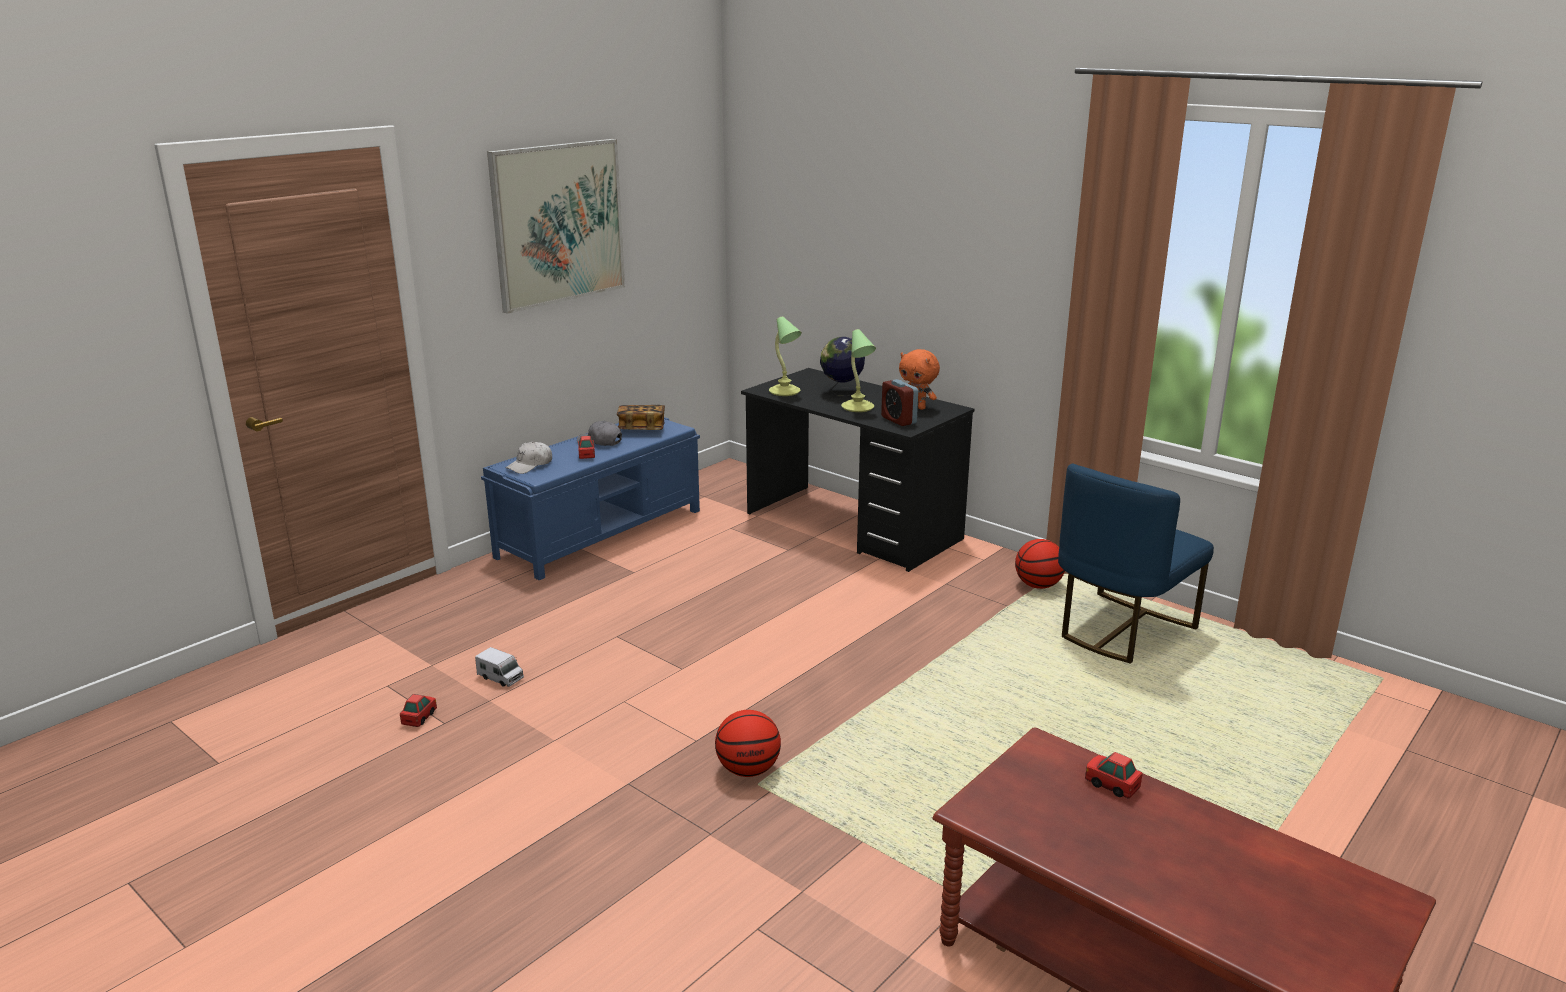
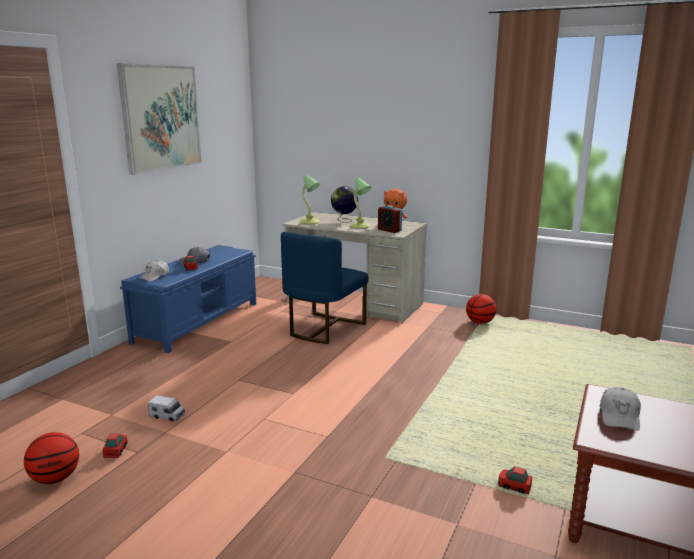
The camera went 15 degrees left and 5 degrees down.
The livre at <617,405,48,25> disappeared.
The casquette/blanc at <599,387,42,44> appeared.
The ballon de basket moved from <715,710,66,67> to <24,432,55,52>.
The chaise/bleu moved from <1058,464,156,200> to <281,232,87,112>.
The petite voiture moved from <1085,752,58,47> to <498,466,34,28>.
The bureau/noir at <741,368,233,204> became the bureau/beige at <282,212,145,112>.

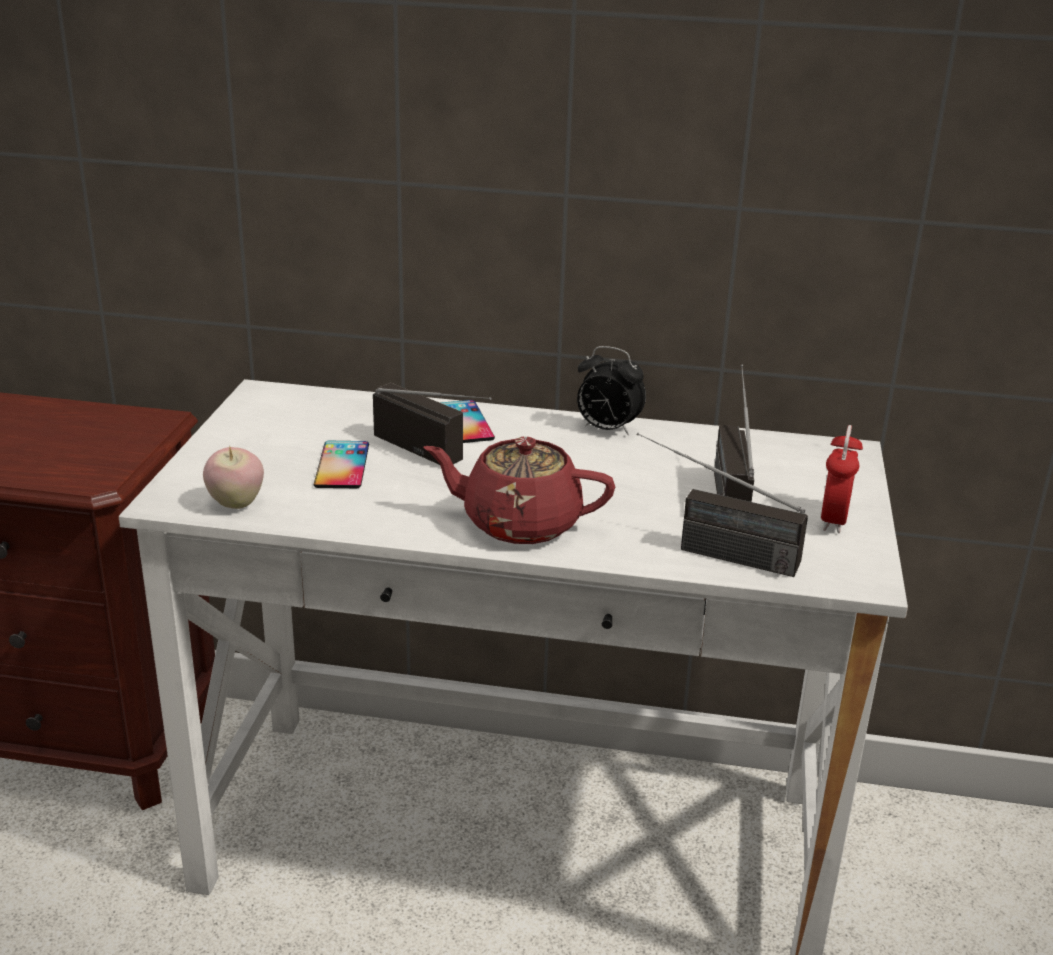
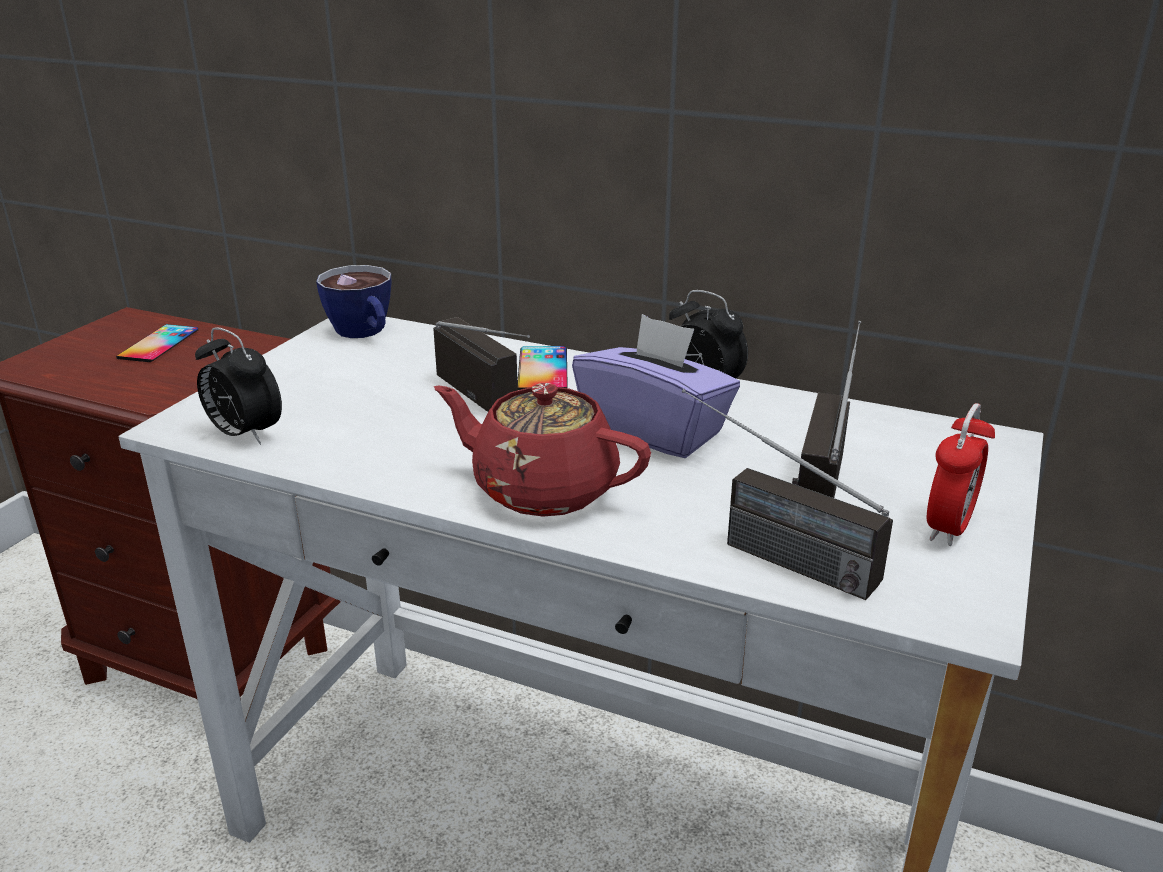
The camera went 15 degrees right and 0 degrees up.
The tasse at <316,265,75,73> appeared.
The boîte à mouchoirs/violet at <572,314,168,144> appeared.
The téléphone moved from <314,441,55,47> to <116,324,82,38>.
The pomme at <203,447,61,62> was replaced by the réveil at <195,327,87,118>.

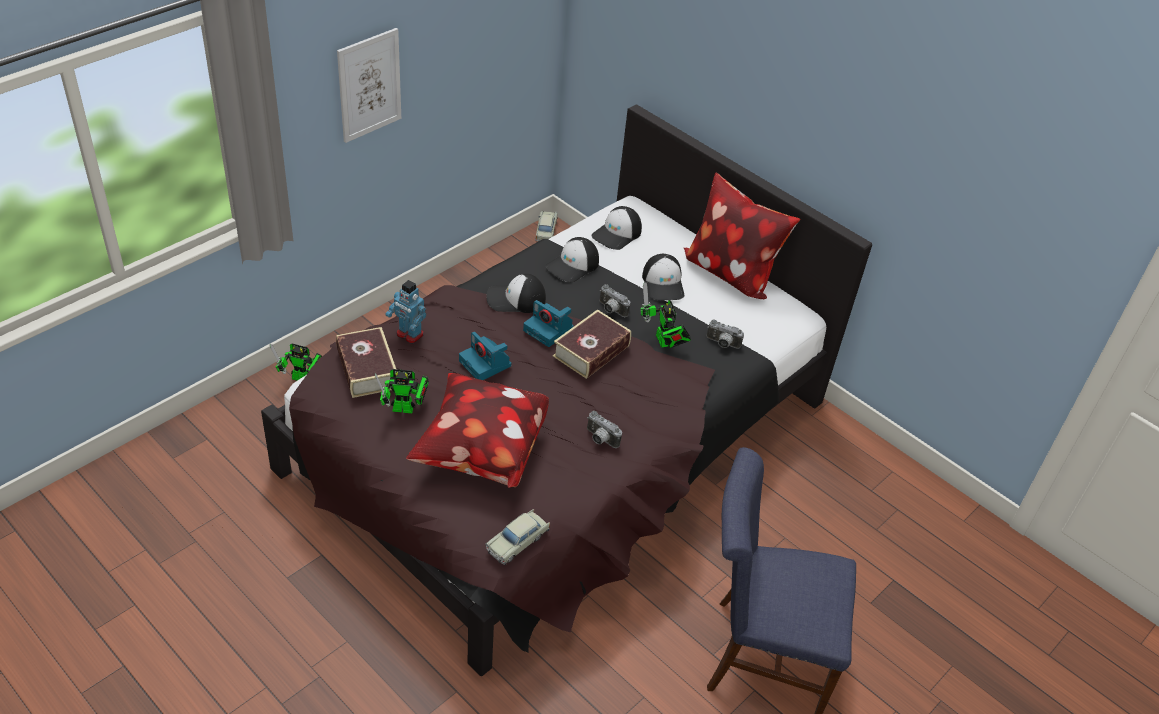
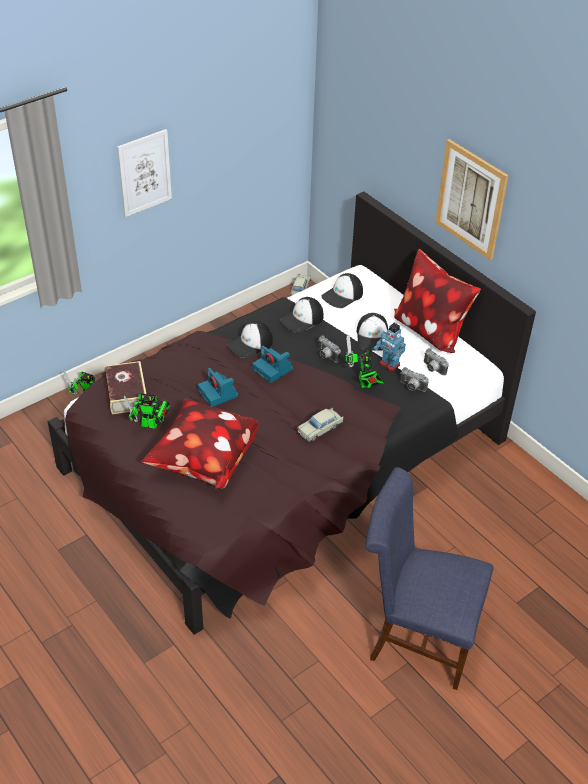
The camera went 10 degrees right and 0 degrees up.
The livre at <553,309,78,70> disappeared.
The tableau at <435,139,73,121> appeared.
The robot jouet moved from <385,280,41,63> to <374,323,32,48>.
The petite voiture/beige moved from <485,509,65,56> to <297,408,47,34>.
The appareil photo moved from <587,411,35,37> to <424,348,25,28>.
The casquette at <486,274,60,39> turned 45 degrees counterclockwise.

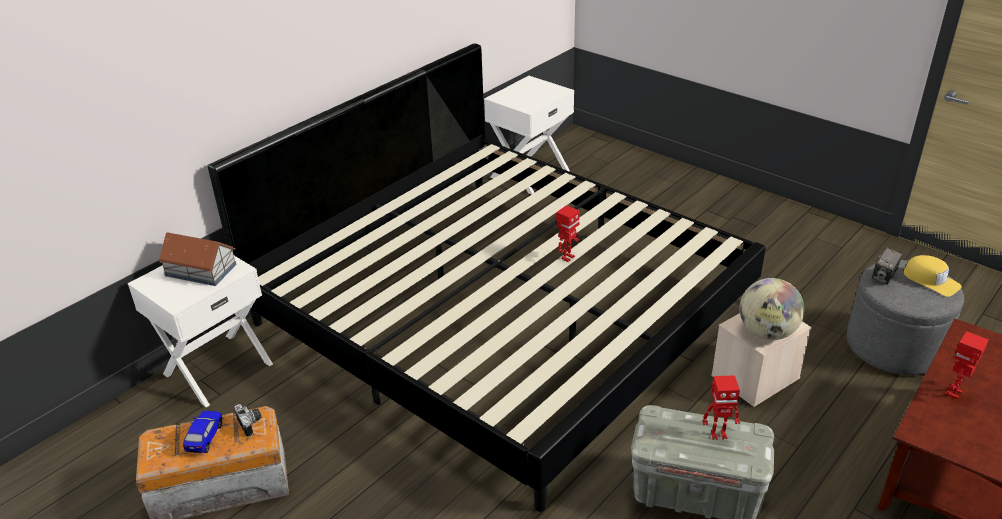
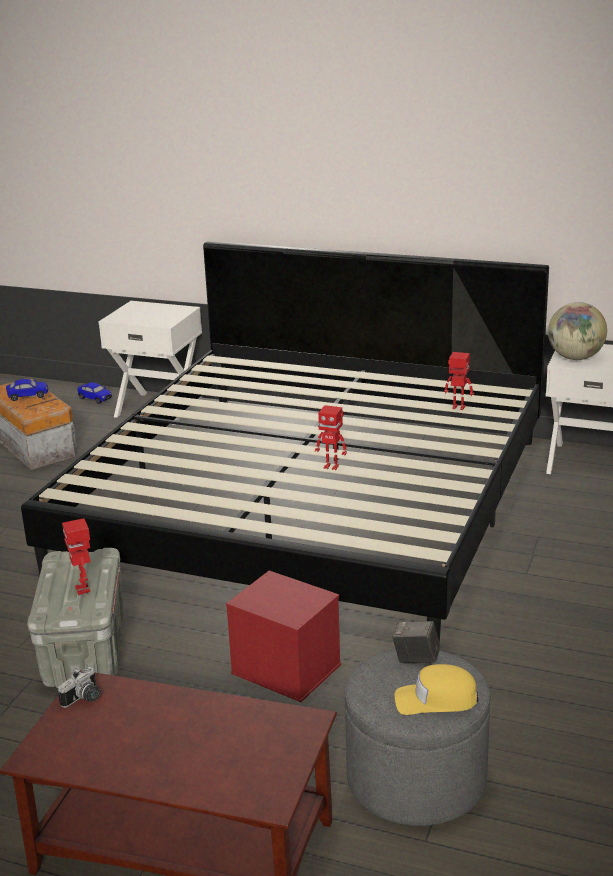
The camera went 70 degrees right and 10 degrees down.
The maison miniature at <158,232,79,54> disappeared.
The petite voiture at <77,382,35,22> appeared.
The appareil photo moved from <235,404,27,33> to <58,667,42,41>.
The globe moved from <740,278,64,62> to <548,302,59,58>.
The robot jouet moved from <945,331,43,68> to <444,352,30,58>.
The boîte de rangement/beige at <711,313,101,94> became the boîte de rangement/rouge at <226,570,115,132>.
The casquette/jaune at <903,255,59,42> turned 60 degrees clockwise.

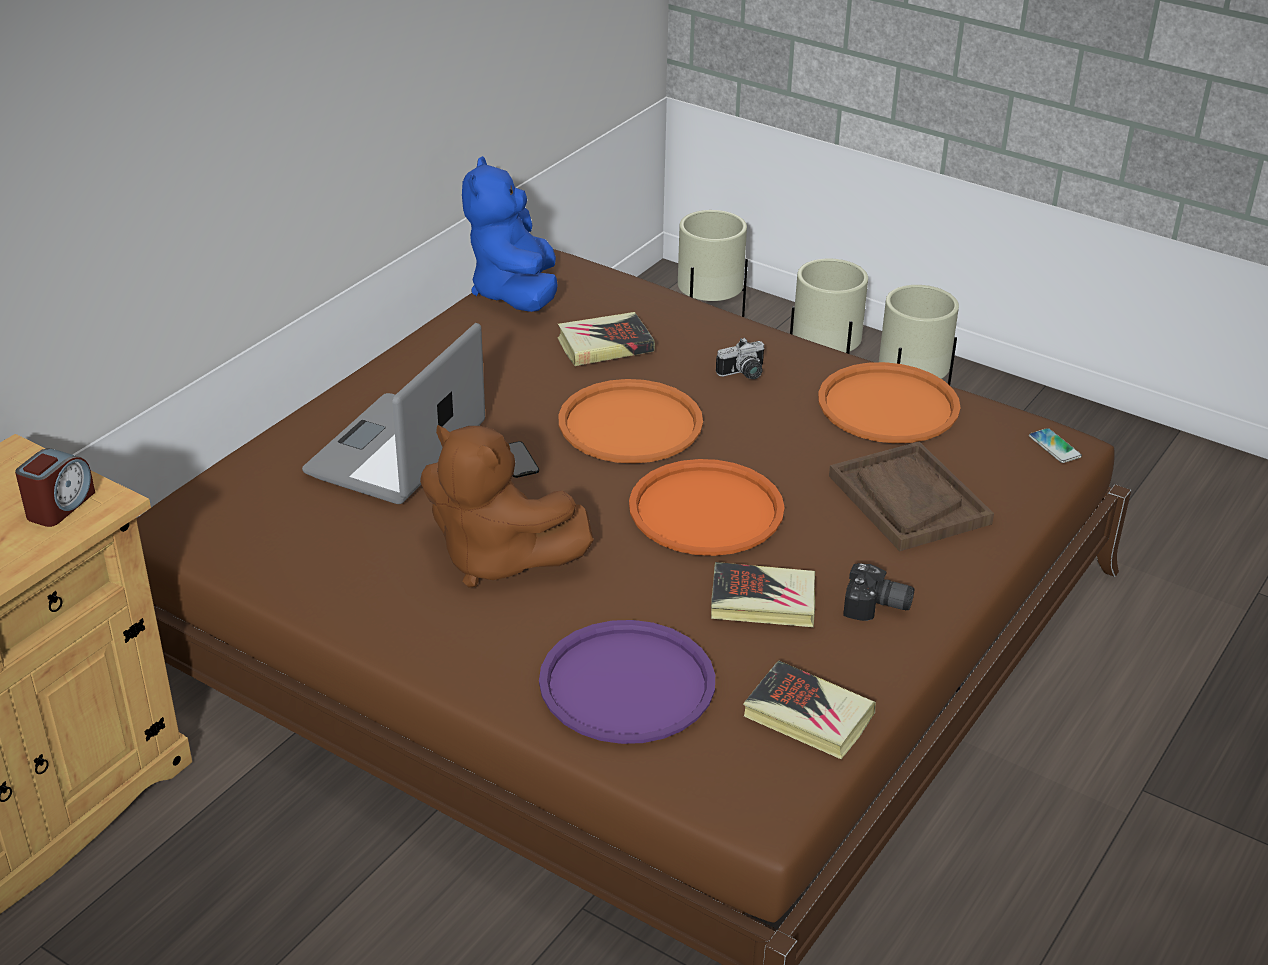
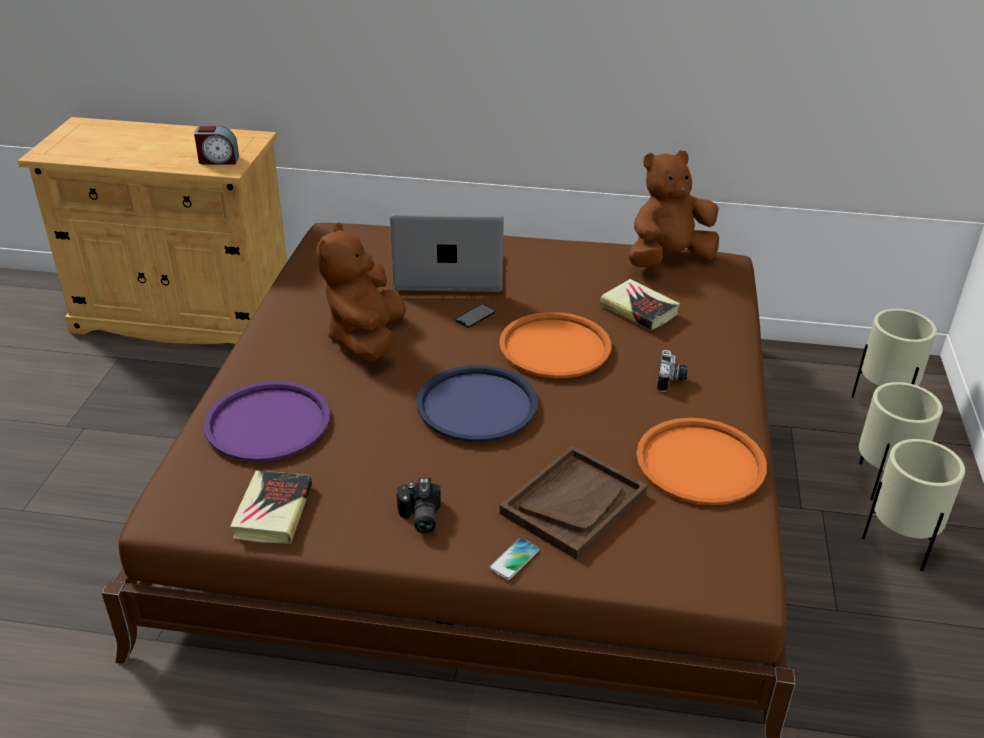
The camera went 65 degrees right and 0 degrees up.
The livre at <711,562,104,65> disappeared.
The téléphone moved from <1029,428,53,35> to <489,538,51,42>.
The peluche/bleu at <462,156,96,156> became the peluche/marron at <629,150,90,117>.
The plateau/orange at <629,459,156,97> became the plateau/bleu at <416,365,122,77>.
The appareil photo at <716,337,49,42> turned 120 degrees counterclockwise.

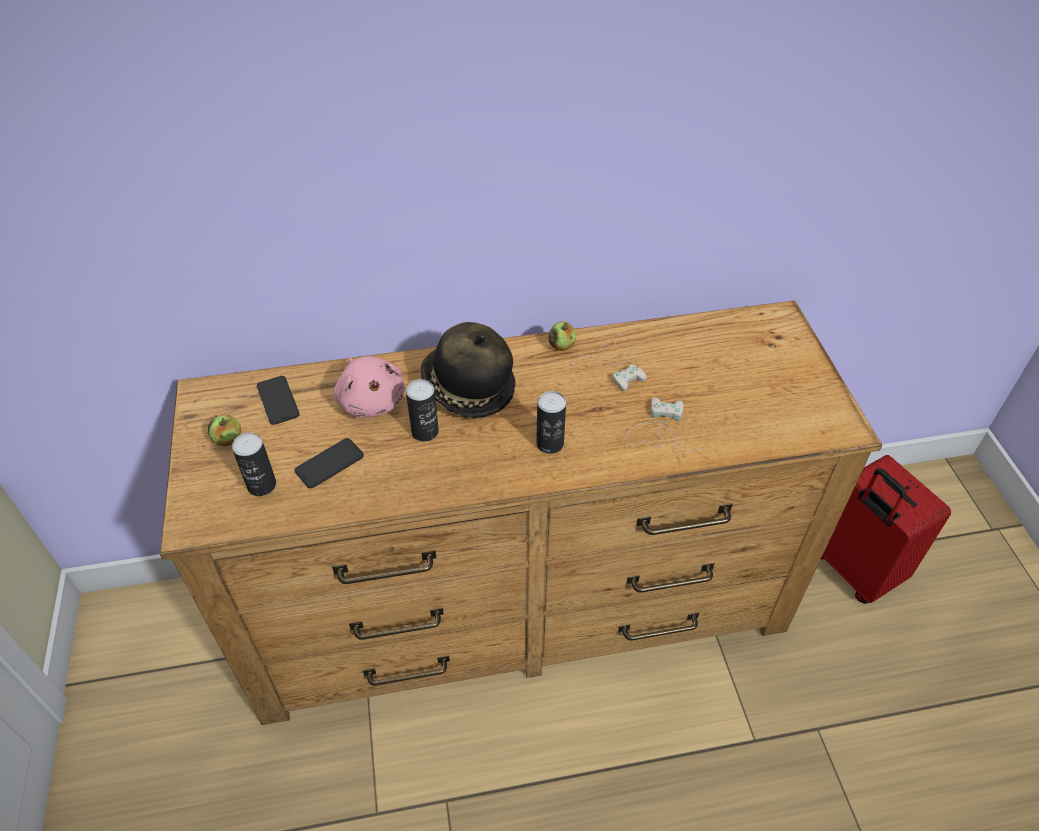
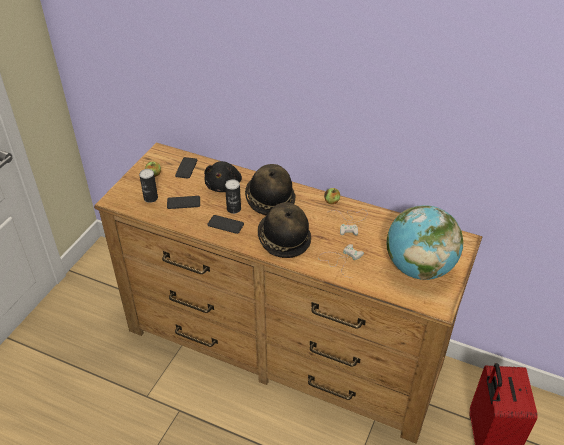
The camera went 35 degrees right and 5 degrees down.
The téléphone at <208,215,36,19> appeared.
The globe at <387,205,77,75> appeared.
The boîte métallique at <536,391,30,63> was replaced by the chapeau at <258,203,53,55>.
The peluche/rose at <334,356,71,62> became the peluche/noir at <204,161,38,31>.

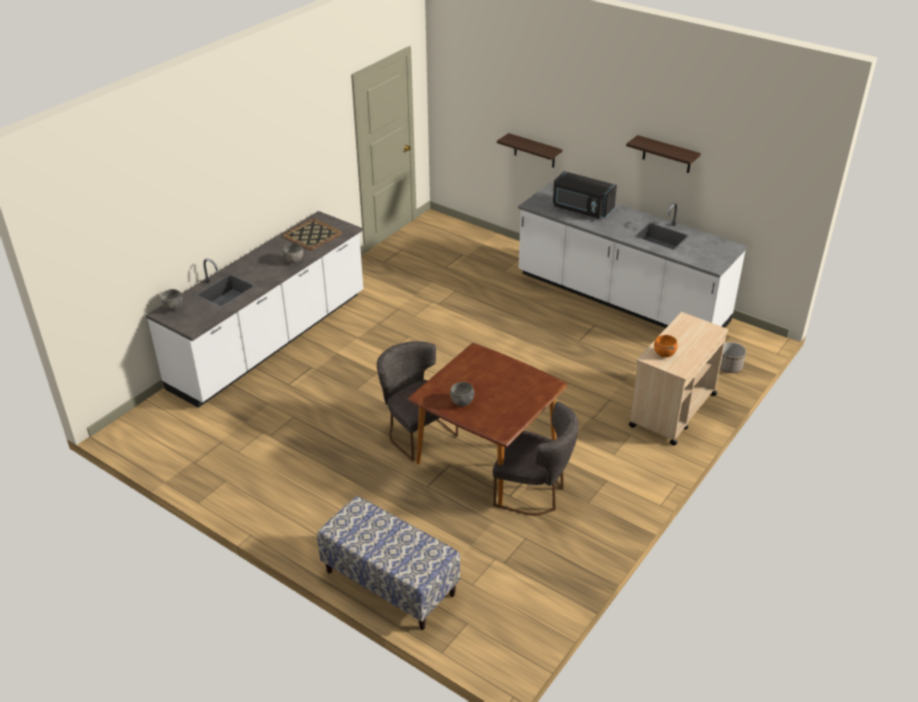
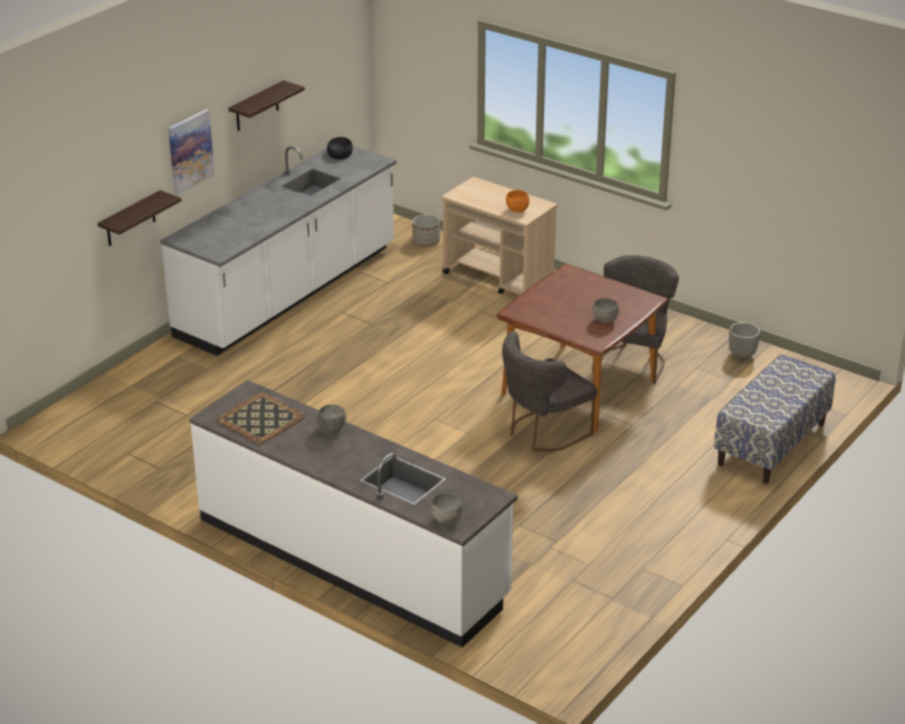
The camera went 90 degrees left and 5 degrees down.
The micro-ondes/noir at <553,171,64,48> disappeared.
The tableau at <168,109,47,86> appeared.
The bol/noir at <327,137,26,23> appeared.
The cache-pot at <729,322,31,37> appeared.

